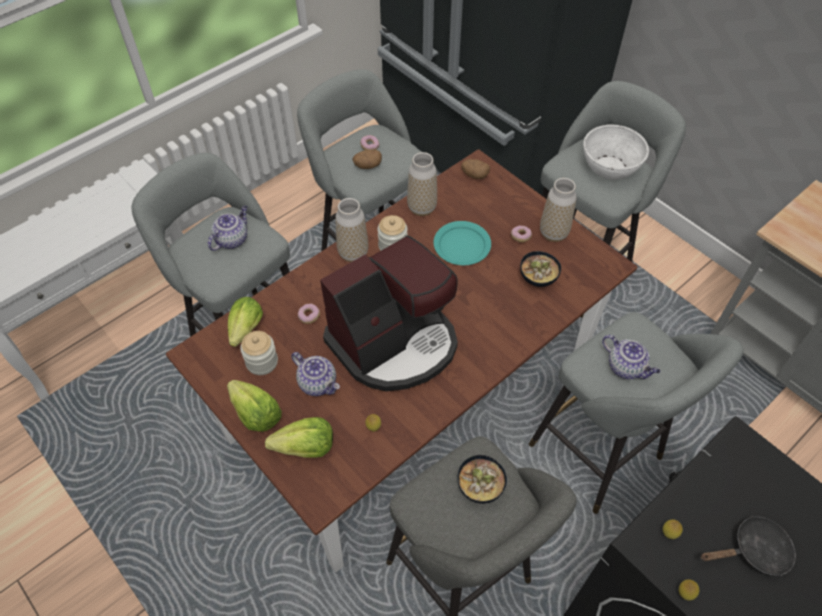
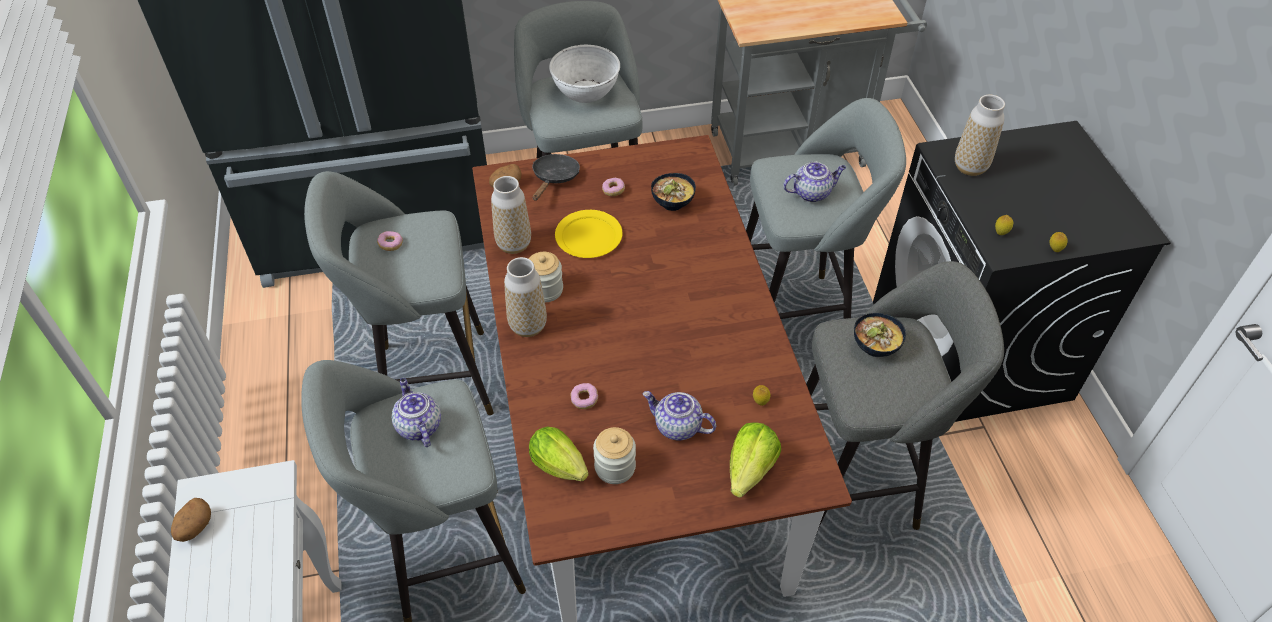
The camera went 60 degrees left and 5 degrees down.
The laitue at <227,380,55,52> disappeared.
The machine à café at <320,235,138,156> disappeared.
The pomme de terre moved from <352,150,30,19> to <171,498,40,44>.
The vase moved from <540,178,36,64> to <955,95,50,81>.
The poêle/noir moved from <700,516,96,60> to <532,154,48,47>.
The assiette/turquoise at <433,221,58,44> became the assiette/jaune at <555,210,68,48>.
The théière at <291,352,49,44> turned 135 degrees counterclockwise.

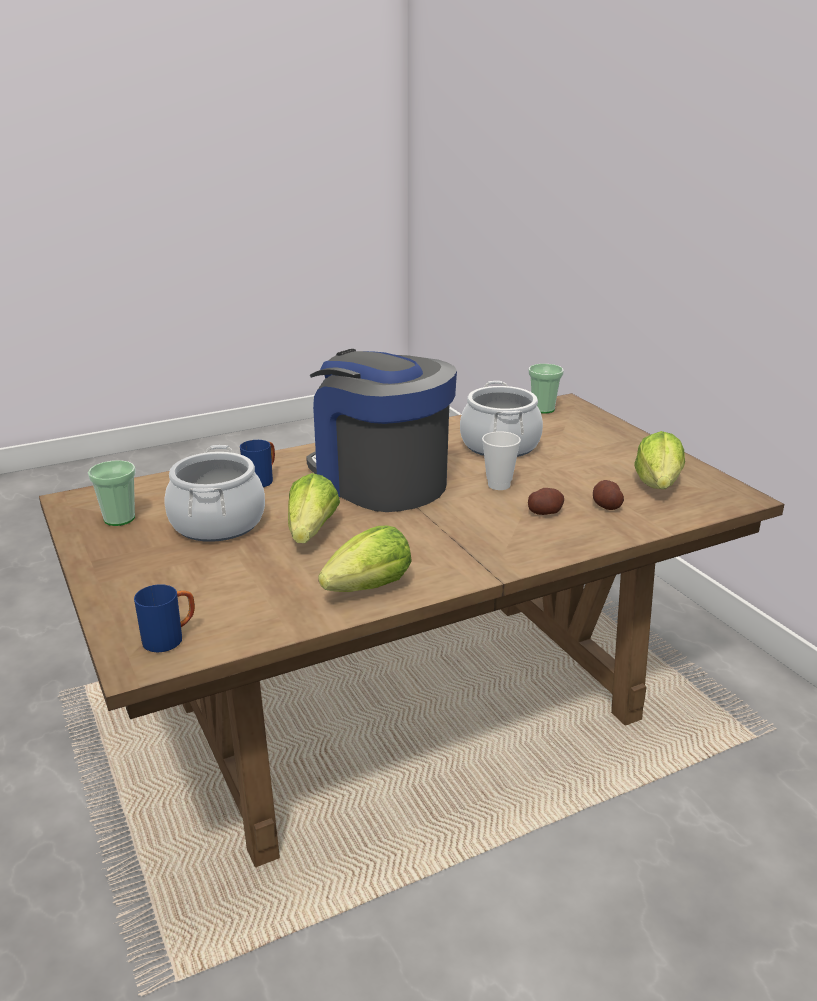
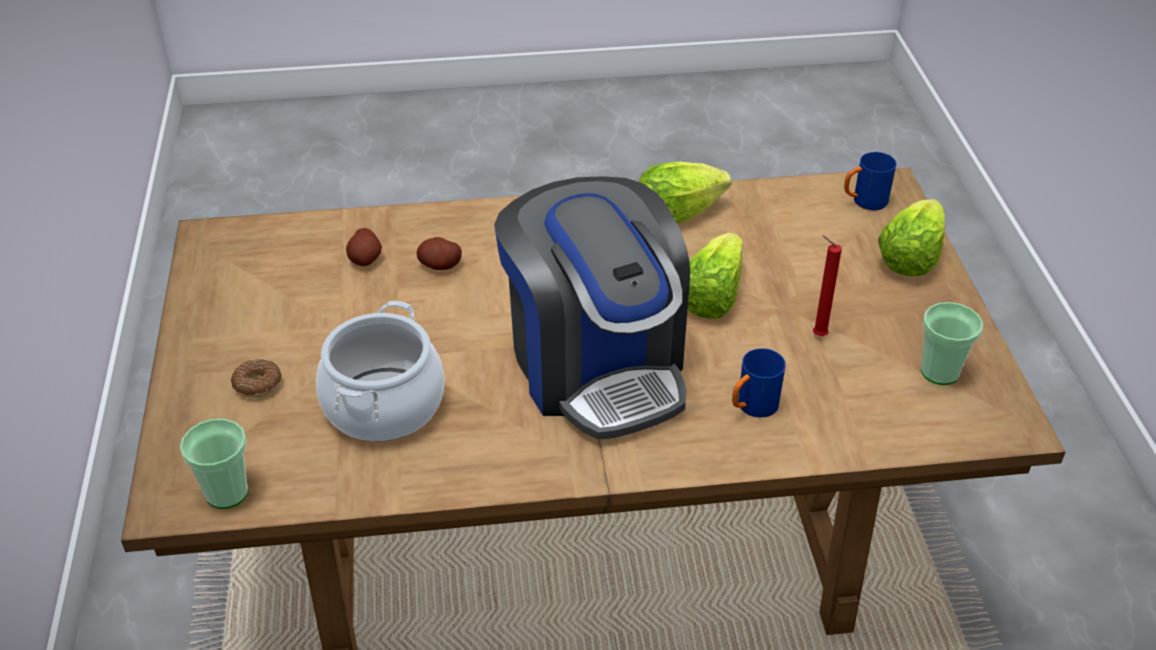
The camera went 160 degrees left and 15 degrees up.
The tasse at <482,431,39,59> disappeared.
The beignet at <231,359,51,39> appeared.
The laitue moved from <634,431,51,58> to <878,199,67,77>.
The marmite at <164,445,101,97> was replaced by the bougie/rouge at <813,235,29,101>.

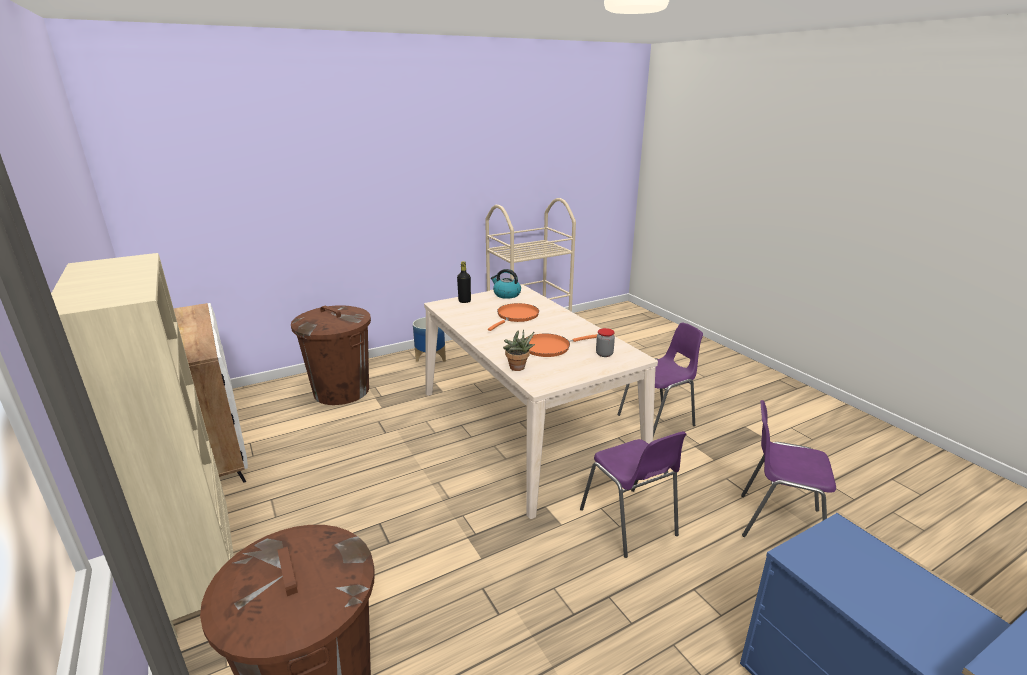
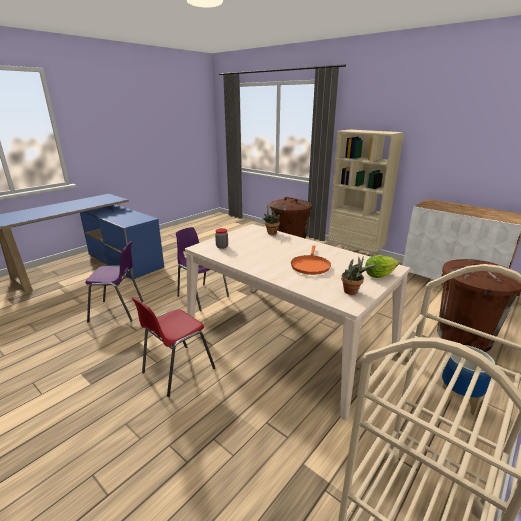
The camera went 160 degrees right and 0 degrees up.
The poêle/orange at <525,334,73,23> disappeared.
The bouteille/noir at <457,261,14,42> was replaced by the laitue at <365,255,34,23>.
The bouilloire at <491,269,30,30> was replaced by the plante en pot at <341,256,35,39>.
The chaise/violet at <617,322,86,115> became the chaise/rouge at <131,297,84,100>.

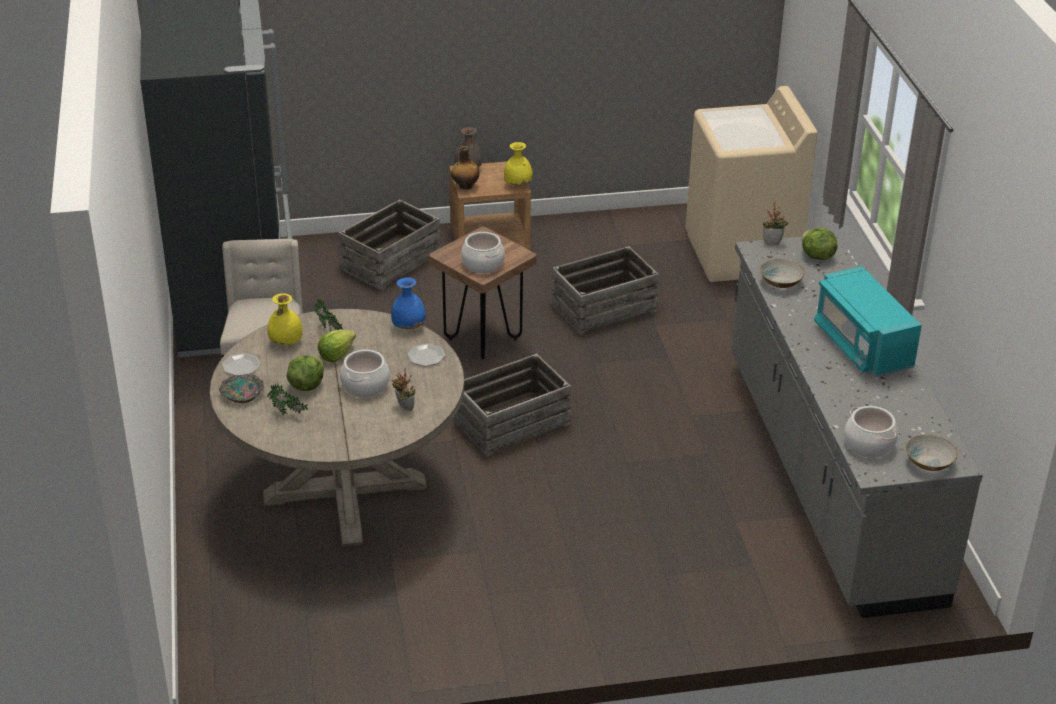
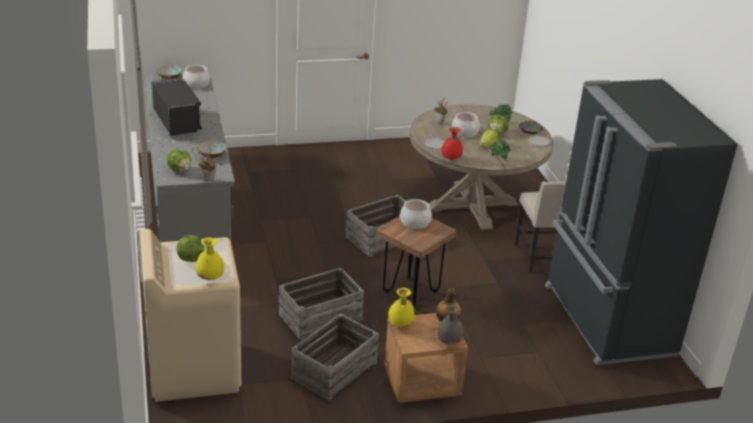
The camera went 175 degrees right and 5 degrees down.
The laitue at <176,235,29,27> appeared.
The vase/jaune moved from <267,293,36,52> to <196,237,28,43>.
The caisse moved from <338,199,102,92> to <290,314,89,87>.
The vase/bleu at <391,277,35,52> became the vase/rouge at <441,127,22,33>.
The micro-ondes/turquoise at <814,266,108,111> became the micro-ondes/noir at <151,78,51,59>.

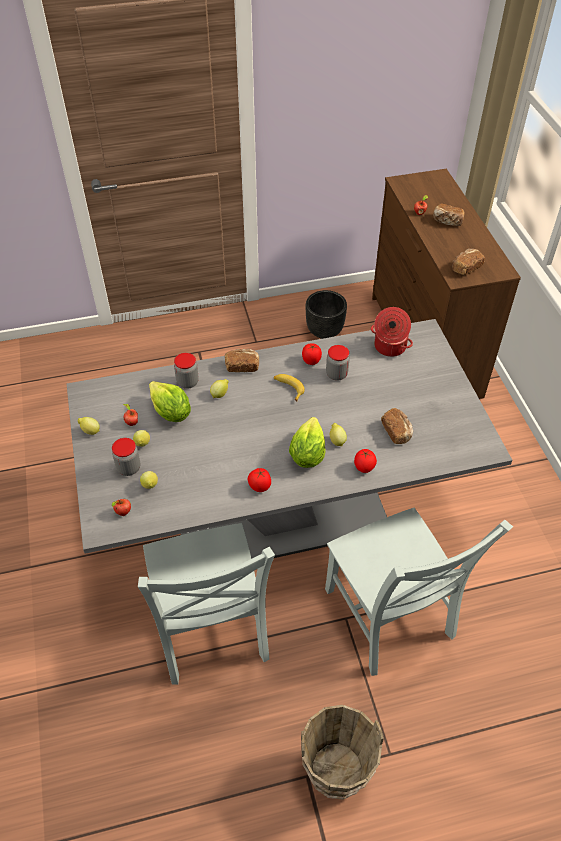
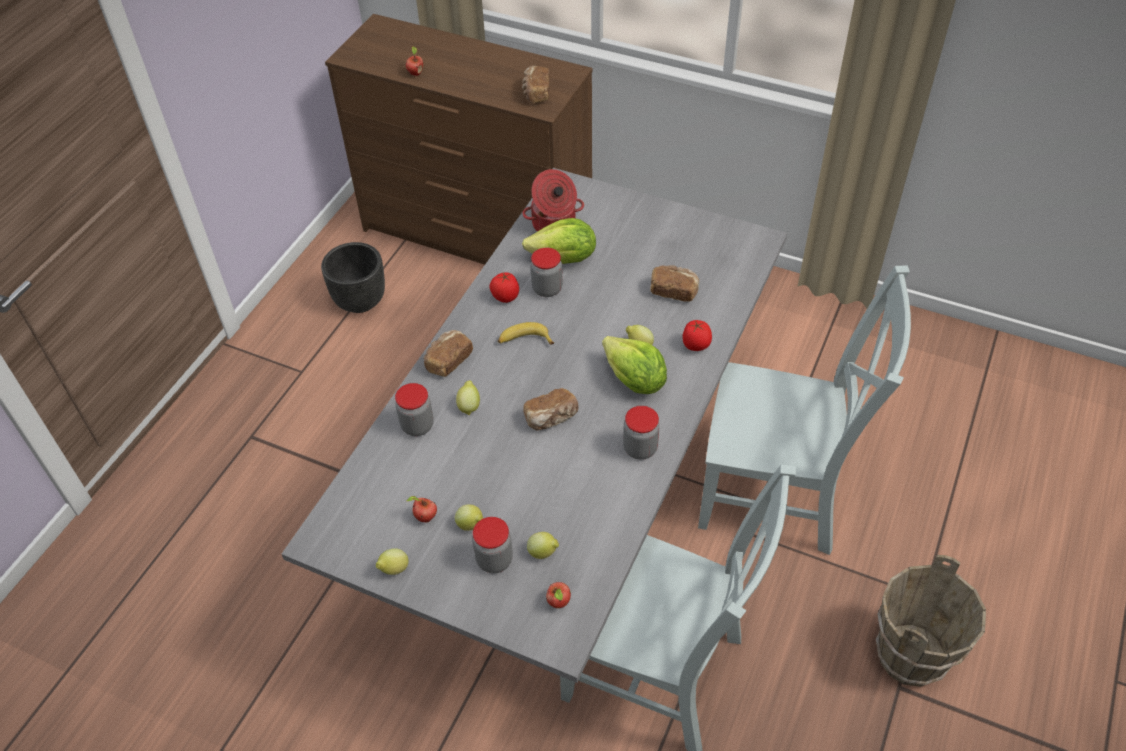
The camera went 50 degrees left and 0 degrees up.
The laitue moved from <149,381,42,41> to <522,218,74,46>.
The pain moved from <433,203,31,23> to <523,388,56,43>.
The tomate at <248,468,23,24> was replaced by the bocal at <623,406,36,54>.

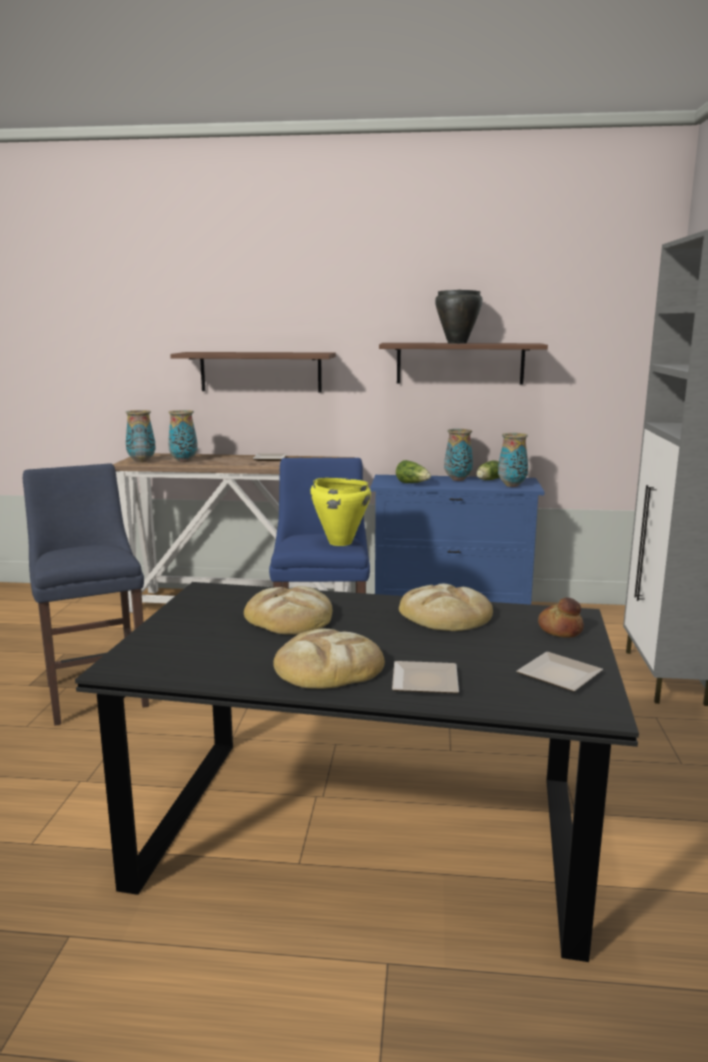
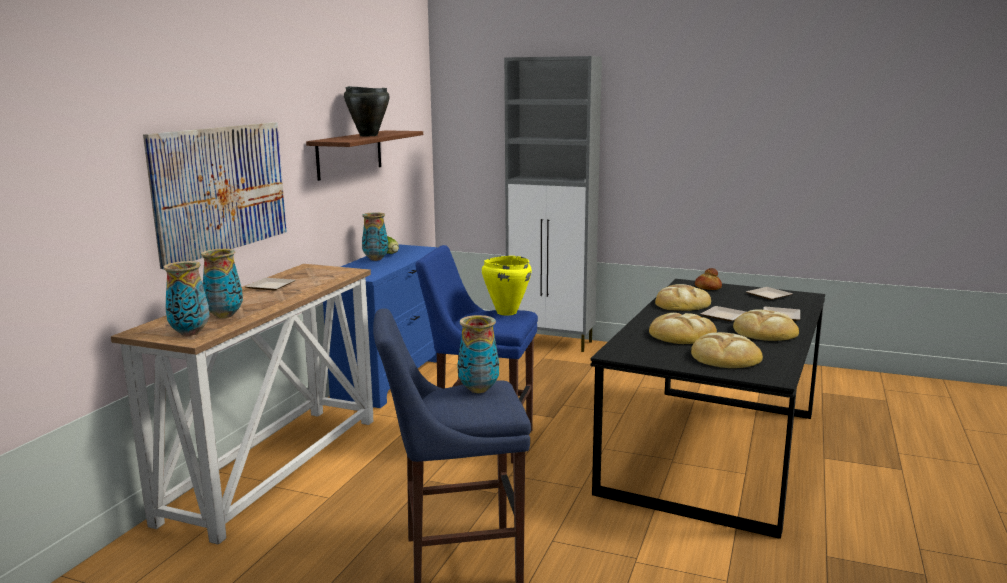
The camera went 75 degrees left and 0 degrees up.
The laitue at <396,460,35,23> disappeared.
The pain at <691,332,72,36> appeared.
The assiette at <701,306,45,15> appeared.
The vase moved from <498,433,30,54> to <457,315,42,78>.
The étagère at <170,352,166,40> was replaced by the tableau at <143,122,144,147>.

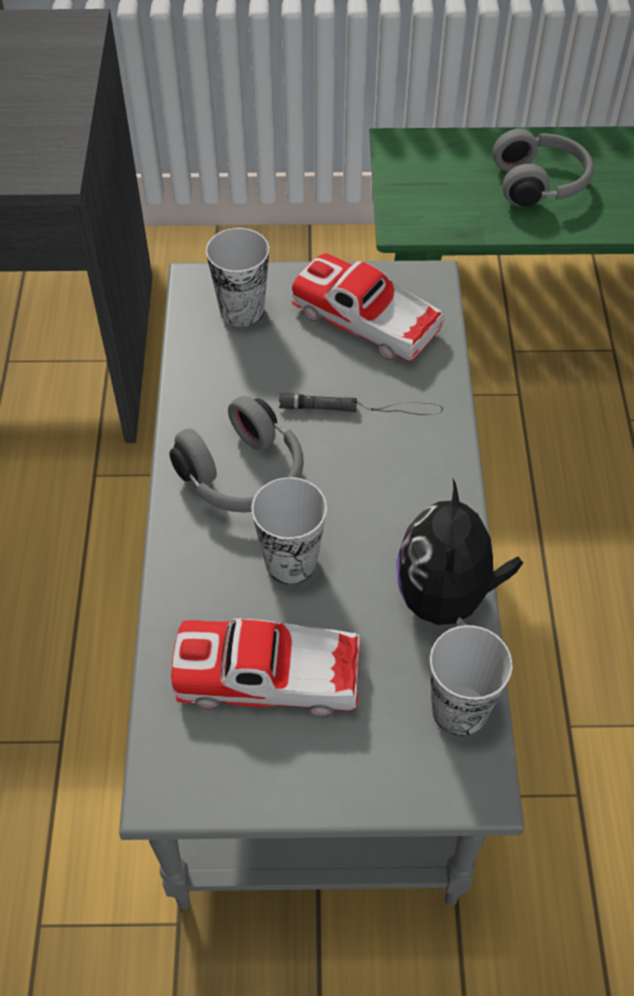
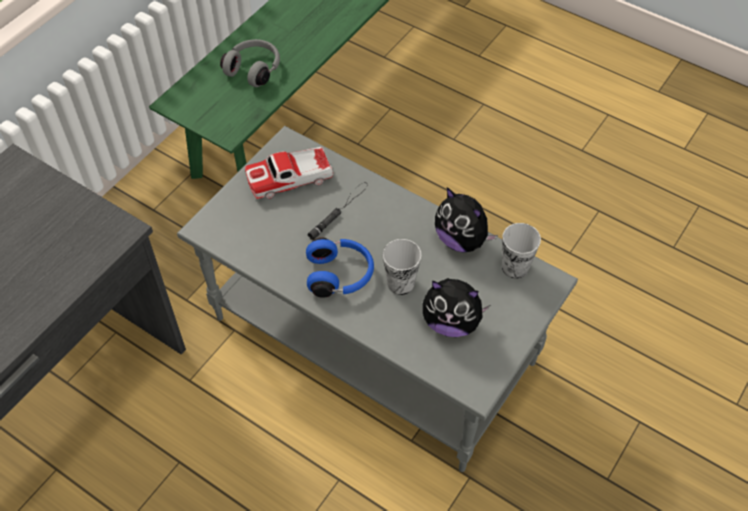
The camera went 55 degrees left and 0 degrees up.
The tasse at <206,228,63,99> disappeared.
The petite voiture at <171,618,190,99> was replaced by the peluche at <422,278,68,59>.
The casque audio/gris at <169,396,135,117> became the casque audio/bleu at <306,238,68,60>.

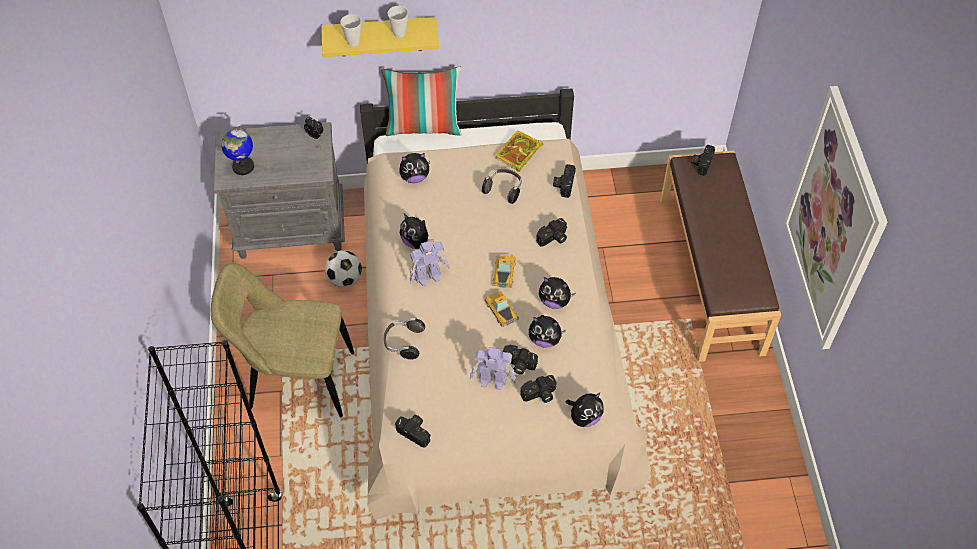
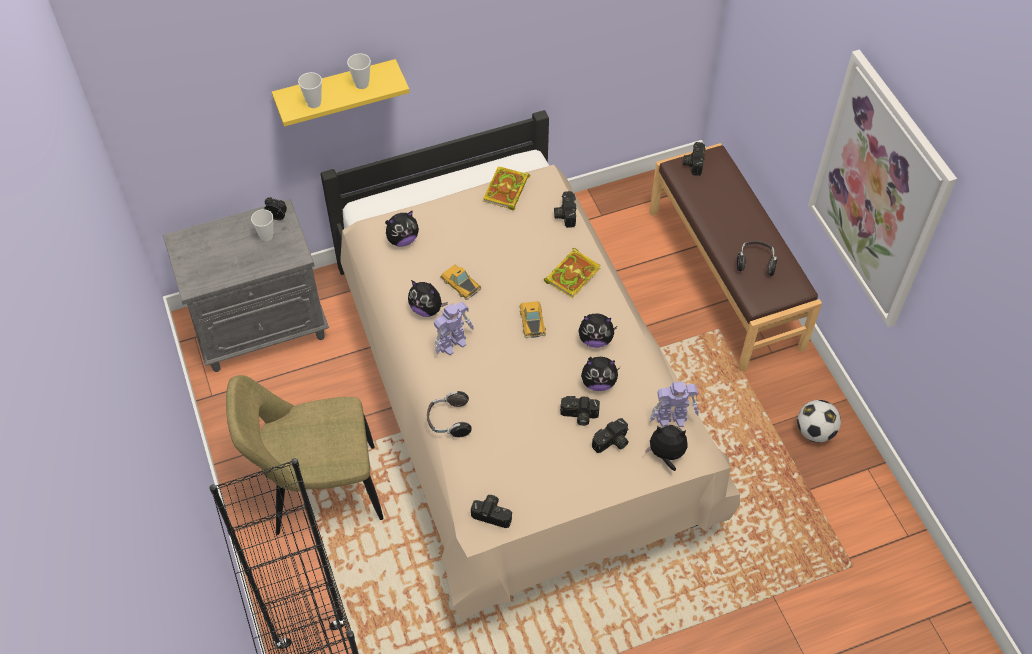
The camera went 15 degrees left and 0 degrees up.
The globe at <221,125,33,50> disappeared.
The coussin at <381,67,81,69> disappeared.
The tasse at <251,209,22,32> appeared.
The ballon de foot moved from <325,251,37,36> to <797,400,44,43>.
The robot jouet moved from <470,347,46,43> to <650,382,49,45>.
The casque audio moved from <482,169,40,35> to <737,240,40,36>.
The petite voiture moved from <484,291,35,36> to <440,265,42,35>.
The appareil photo at <536,218,31,29> was replaced by the livre at <544,248,57,50>.
The peluche at <566,393,38,34> turned 120 degrees counterclockwise.

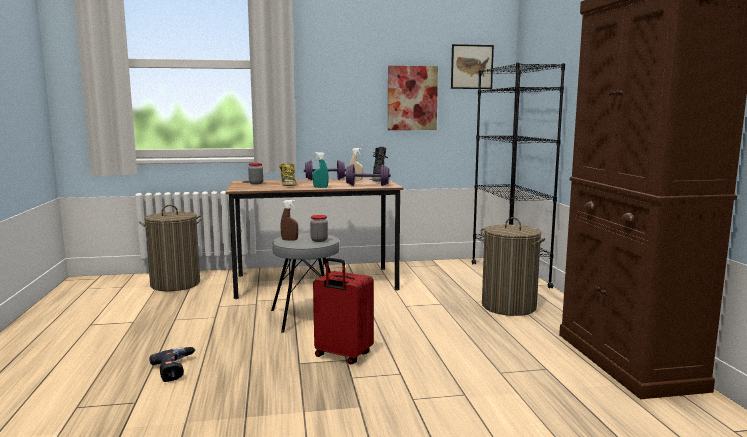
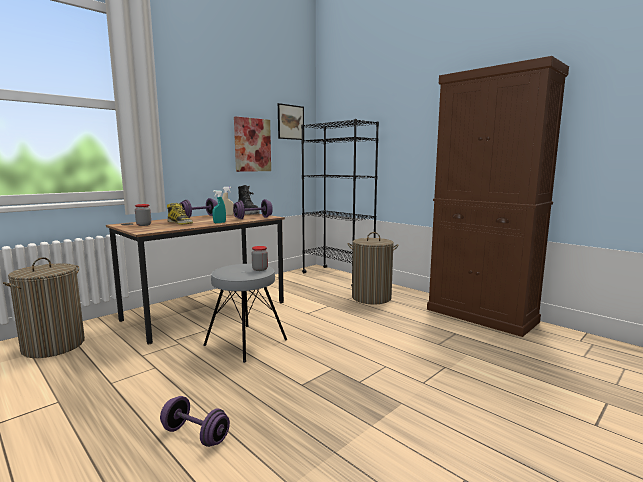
The camera went 35 degrees left and 0 degrees up.
The vaporisateur/marron at <281,200,17,41> disappeared.
The valise/rouge at <313,258,61,107> disappeared.
The perceuse at <149,347,46,35> was replaced by the haltère/violet at <160,396,70,51>.

